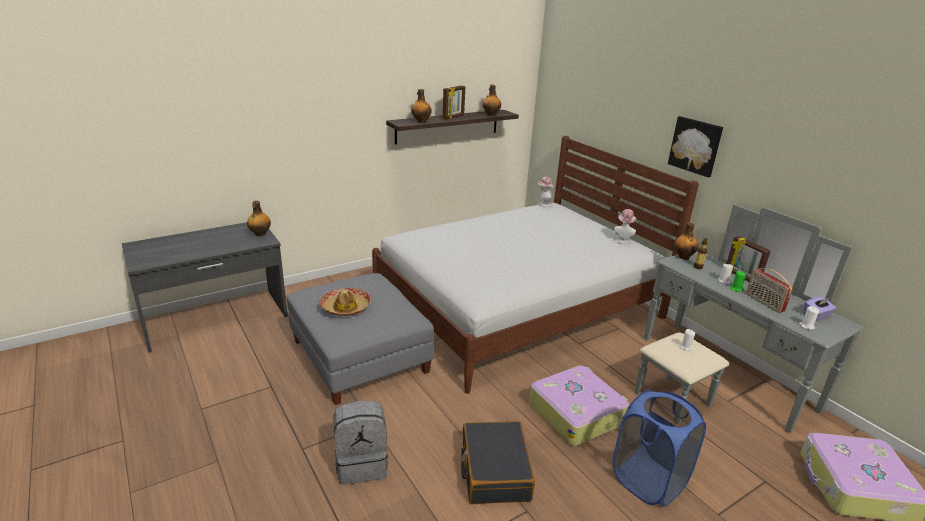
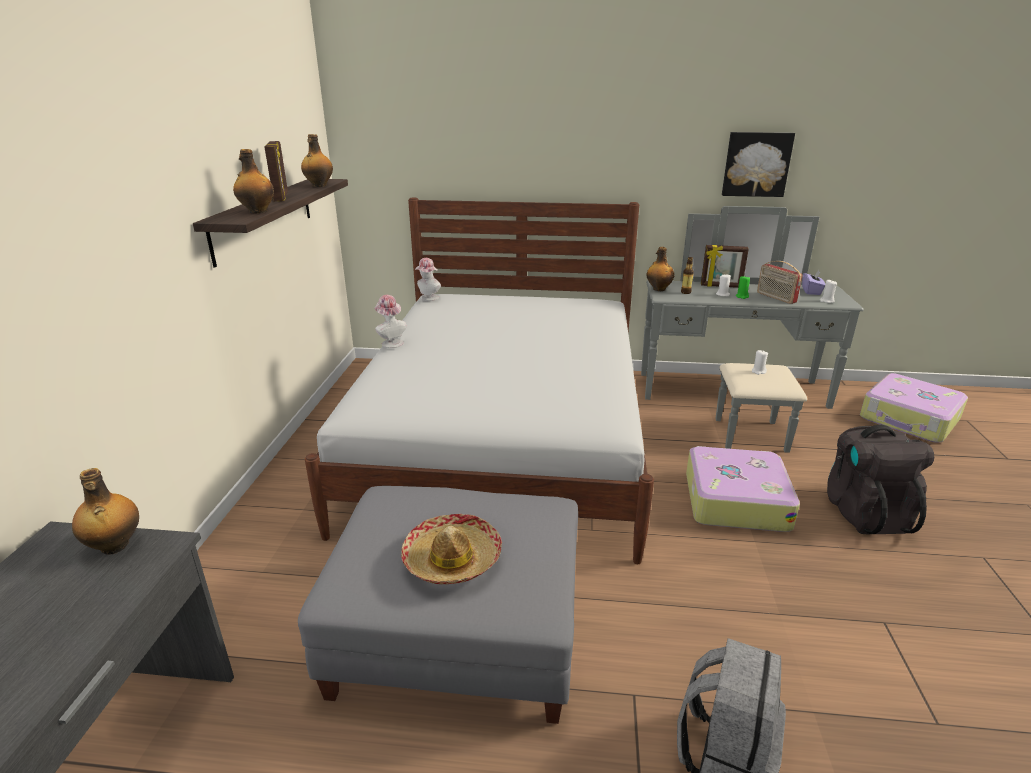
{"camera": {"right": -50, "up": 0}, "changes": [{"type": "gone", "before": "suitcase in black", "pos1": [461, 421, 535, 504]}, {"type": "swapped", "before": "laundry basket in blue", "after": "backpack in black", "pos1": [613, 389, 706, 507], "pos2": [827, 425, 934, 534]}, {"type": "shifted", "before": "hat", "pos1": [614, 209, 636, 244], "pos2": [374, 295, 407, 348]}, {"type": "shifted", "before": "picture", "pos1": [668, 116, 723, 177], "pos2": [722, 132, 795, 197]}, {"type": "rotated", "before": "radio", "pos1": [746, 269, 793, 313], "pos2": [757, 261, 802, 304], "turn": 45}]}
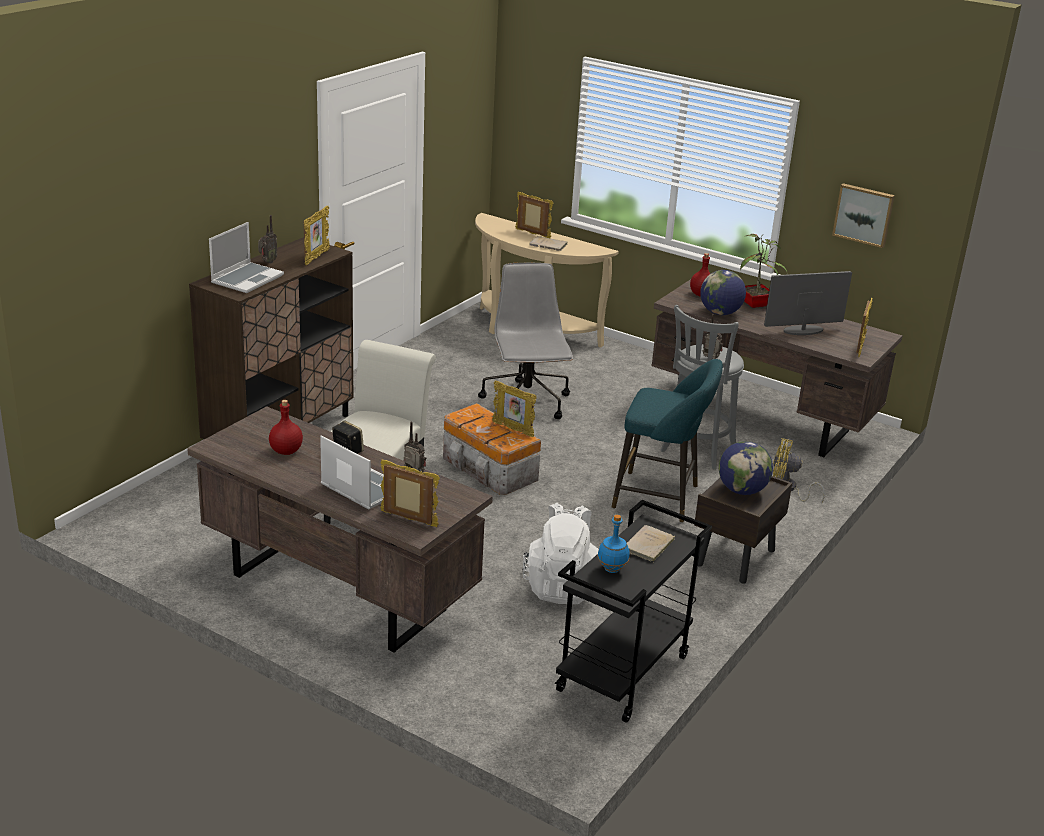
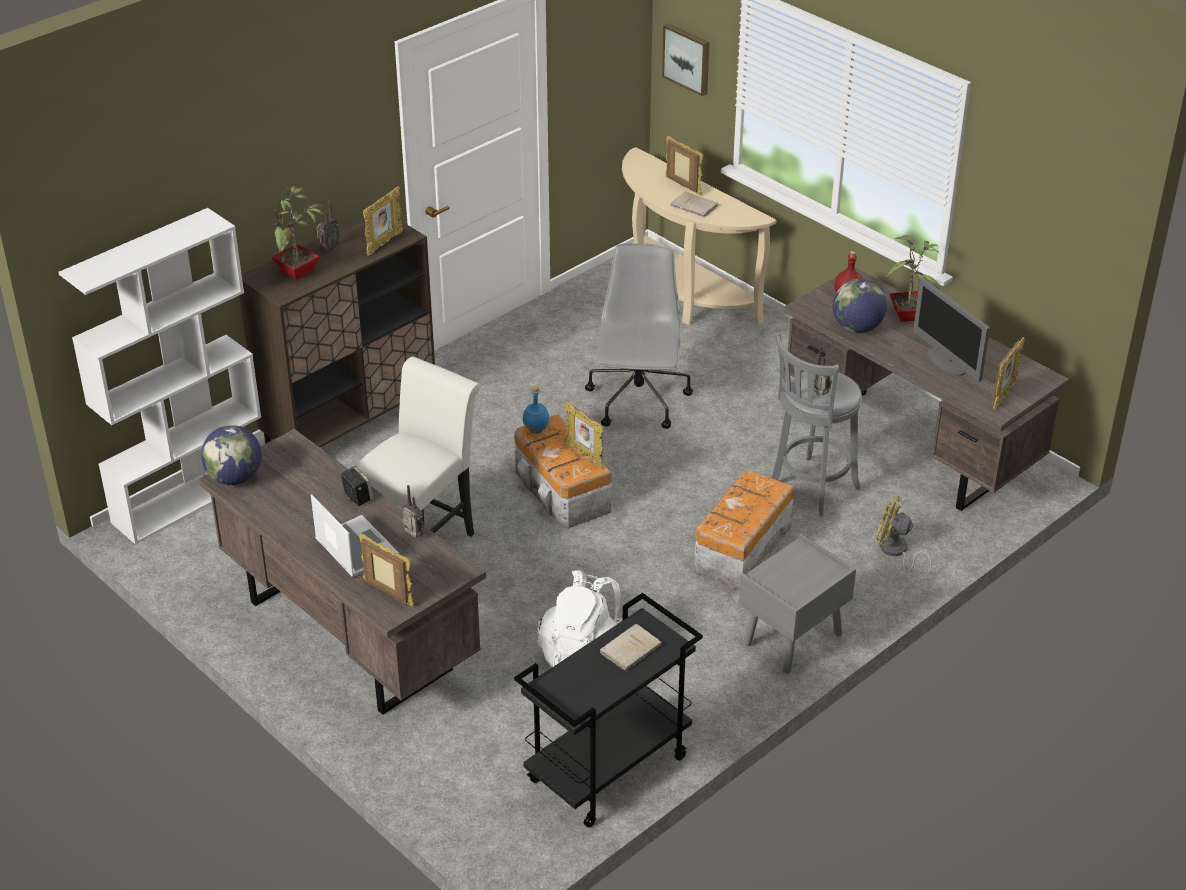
{"camera": {"right": 15, "up": 10}, "changes": [{"type": "swapped", "before": "laptop", "after": "potted plant", "pos1": [209, 222, 284, 293], "pos2": [269, 186, 324, 280]}, {"type": "gone", "before": "bottle in red", "pos1": [269, 400, 303, 455]}, {"type": "shifted", "before": "bottle in blue", "pos1": [597, 515, 630, 573], "pos2": [523, 386, 550, 434]}, {"type": "swapped", "before": "stool in turquoise", "after": "storage box", "pos1": [612, 359, 723, 523], "pos2": [694, 471, 795, 590]}, {"type": "repainted", "before": "nightstand in brown", "after": "nightstand in grey", "pos1": [694, 476, 792, 584], "pos2": [739, 534, 856, 674]}, {"type": "shifted", "before": "globe", "pos1": [719, 441, 773, 495], "pos2": [201, 425, 262, 485]}, {"type": "rotated", "before": "monitor", "pos1": [764, 271, 852, 335], "pos2": [913, 278, 990, 382], "turn": -120}, {"type": "shifted", "before": "picture", "pos1": [832, 183, 895, 248], "pos2": [662, 23, 709, 96]}, {"type": "new", "after": "bookcase in white", "pos2": [59, 208, 261, 544]}]}
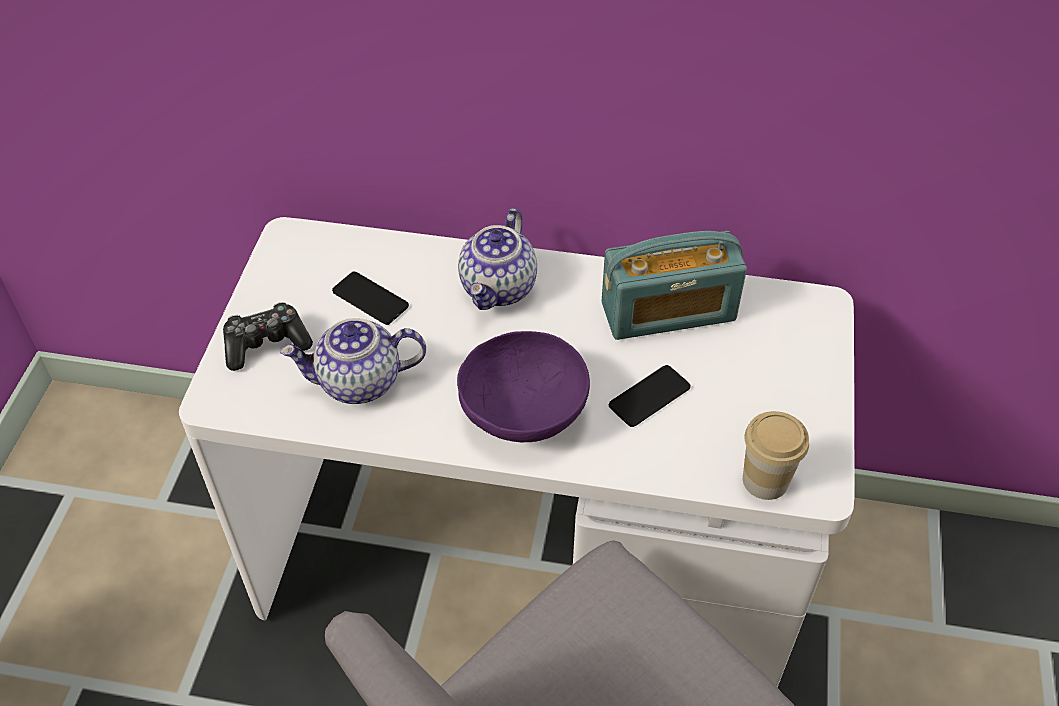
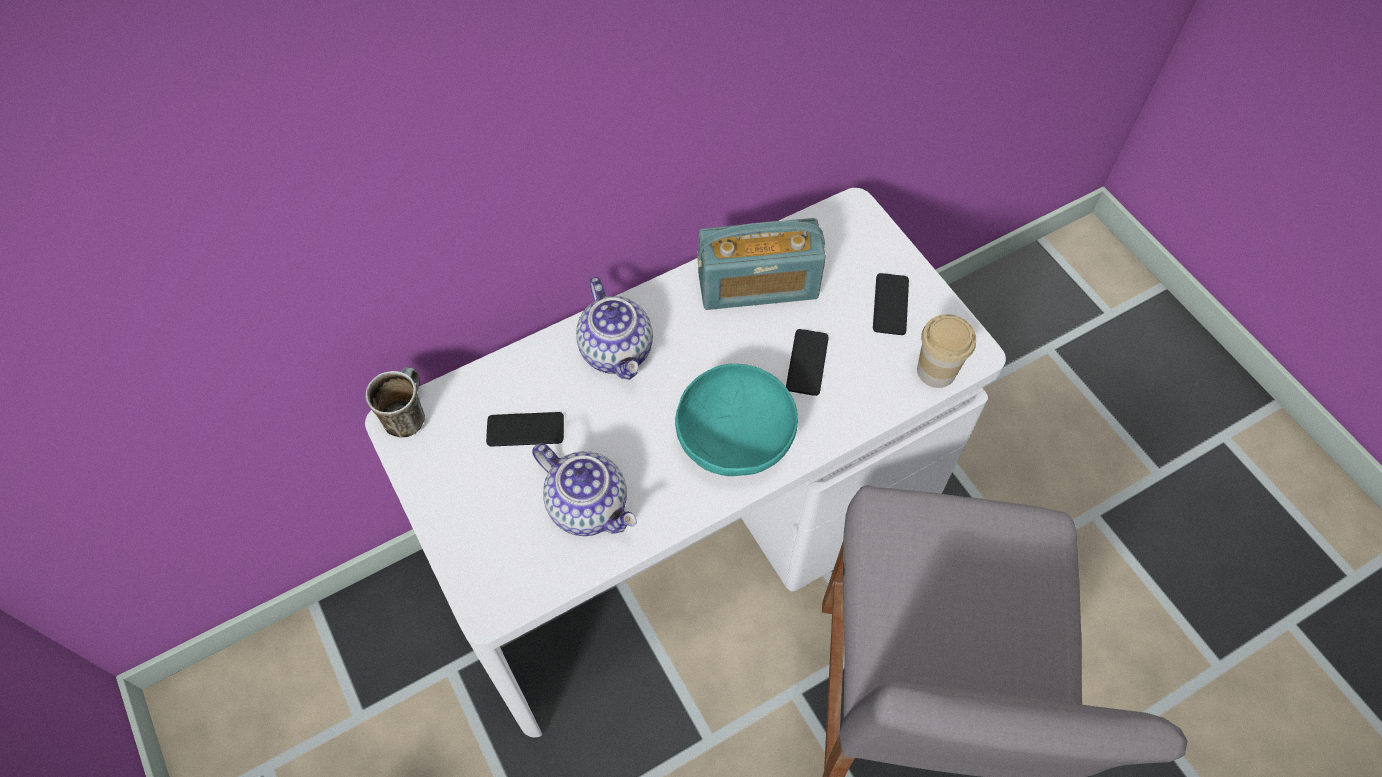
{"camera": {"right": -40, "up": 10}, "changes": [{"type": "gone", "before": "game controller", "pos1": [223, 302, 313, 371]}, {"type": "rotated", "before": "teapot", "pos1": [280, 318, 426, 404], "pos2": [532, 443, 637, 536], "turn": -90}, {"type": "repainted", "before": "bowl in purple", "after": "bowl in turquoise", "pos1": [457, 331, 590, 442], "pos2": [675, 364, 798, 476]}, {"type": "rotated", "before": "radio", "pos1": [602, 231, 747, 340], "pos2": [697, 218, 826, 310], "turn": 45}, {"type": "new", "after": "mug", "pos2": [366, 367, 425, 438]}, {"type": "new", "after": "phone", "pos2": [873, 273, 909, 335]}]}
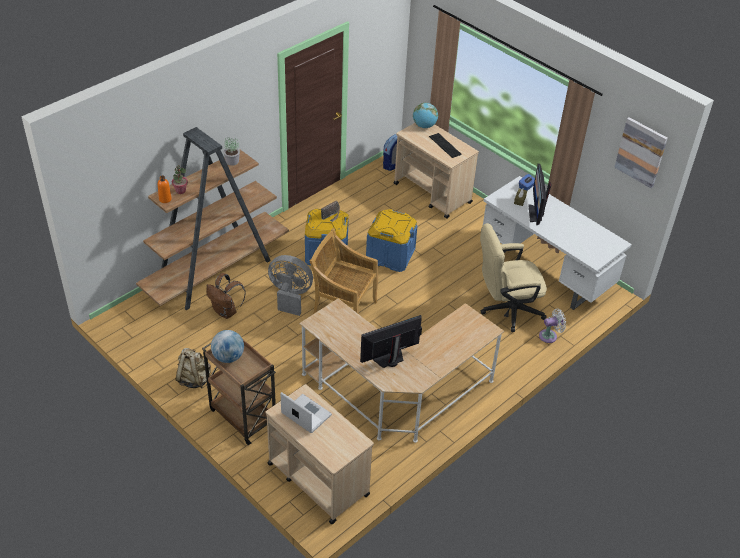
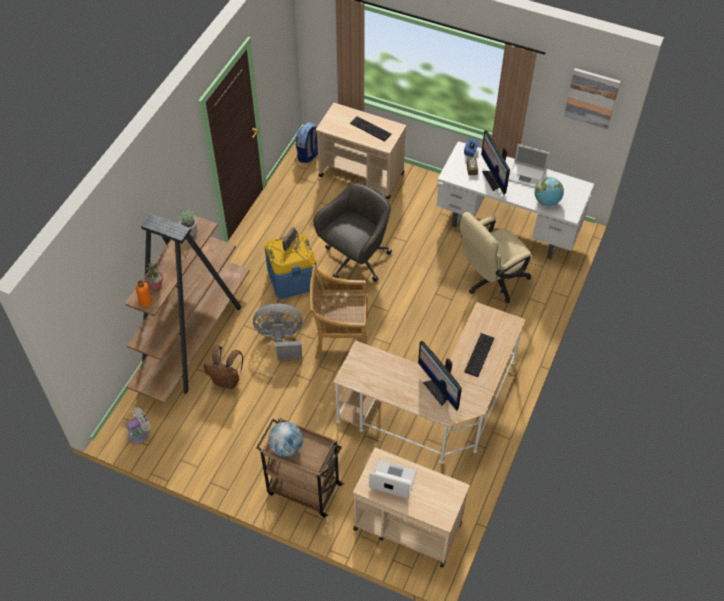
{"camera": {"right": -20, "up": 10}, "changes": [{"type": "gone", "before": "backpack in beige", "pos1": [176, 348, 211, 388]}, {"type": "rotated", "before": "monitor", "pos1": [360, 315, 422, 368], "pos2": [418, 341, 462, 411], "turn": -75}, {"type": "swapped", "before": "storage box in blue", "after": "office chair in grey", "pos1": [366, 209, 417, 272], "pos2": [313, 183, 392, 282]}, {"type": "shifted", "before": "globe", "pos1": [413, 103, 438, 128], "pos2": [534, 177, 564, 206]}, {"type": "shifted", "before": "fan in white", "pos1": [539, 309, 566, 343], "pos2": [126, 407, 151, 444]}, {"type": "new", "after": "keyboard", "pos2": [464, 333, 494, 377]}, {"type": "new", "after": "laptop", "pos2": [508, 144, 550, 188]}]}
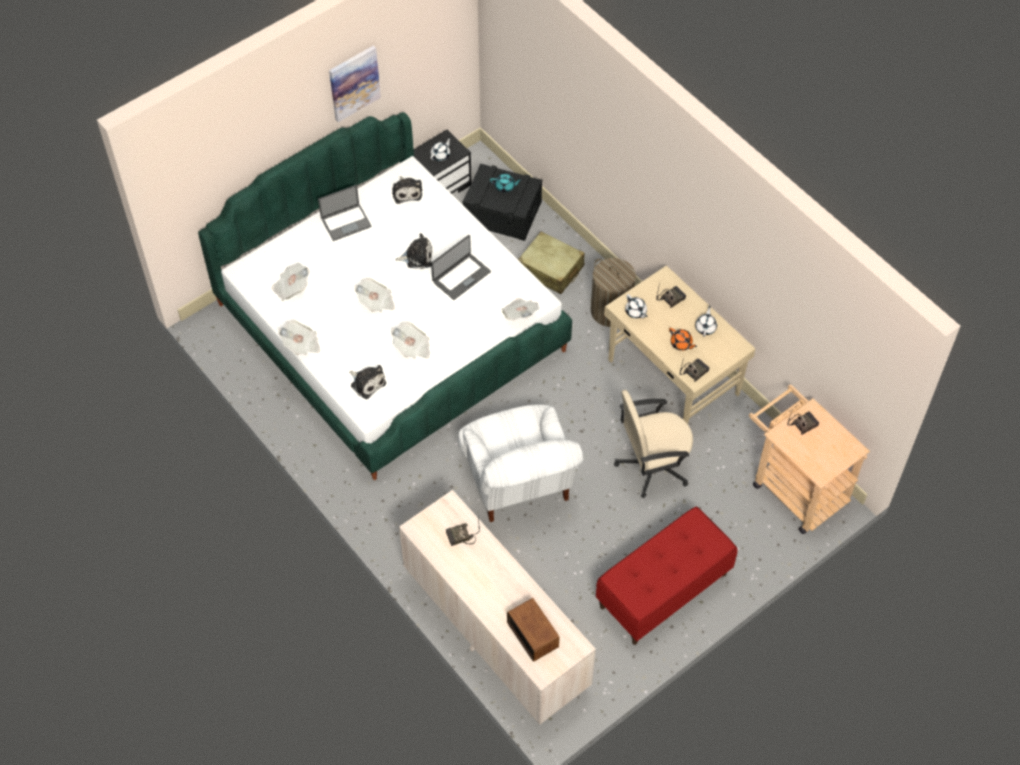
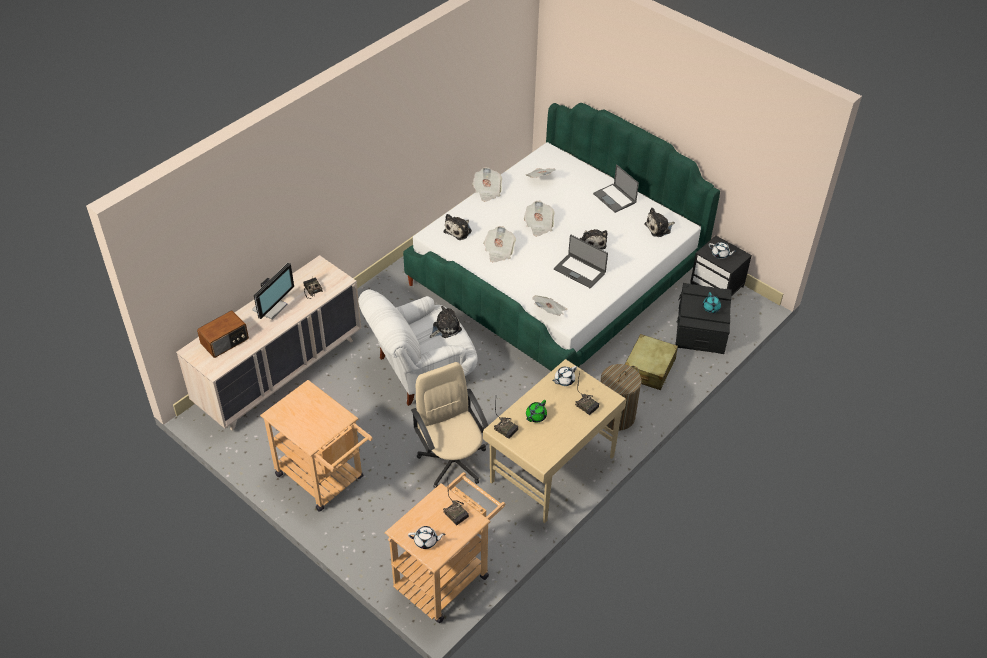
{"camera": {"right": 80, "up": -10}, "changes": [{"type": "gone", "before": "picture", "pos1": [329, 45, 381, 122]}, {"type": "swapped", "before": "bench in red", "after": "cart in beige", "pos1": [596, 506, 738, 645], "pos2": [260, 380, 373, 512]}, {"type": "repainted", "before": "teapot in orange", "after": "teapot in green", "pos1": [669, 328, 697, 351], "pos2": [526, 400, 547, 423]}, {"type": "shifted", "before": "teapot in white", "pos1": [695, 305, 717, 337], "pos2": [408, 526, 445, 549]}, {"type": "new", "after": "monitor", "pos2": [252, 263, 294, 320]}, {"type": "new", "after": "plush toy", "pos2": [430, 306, 462, 338]}]}
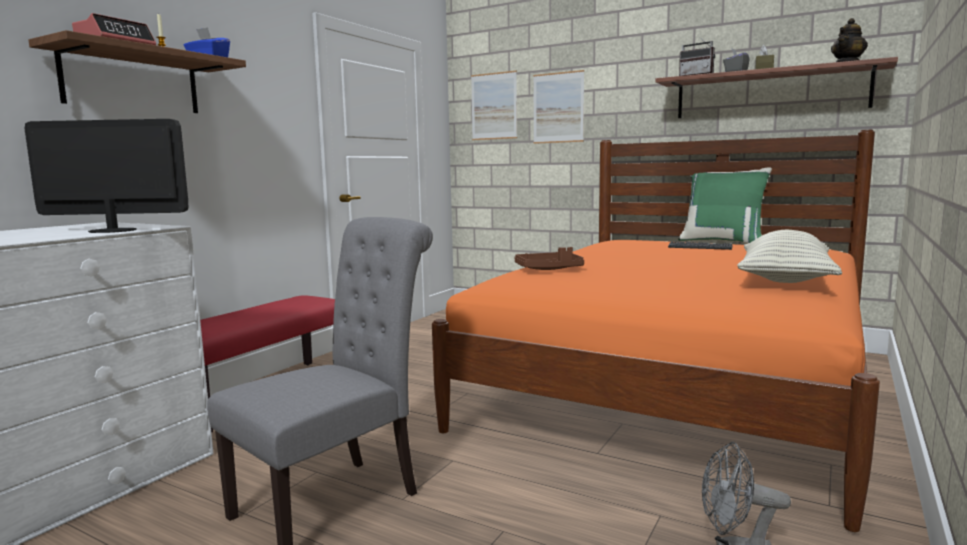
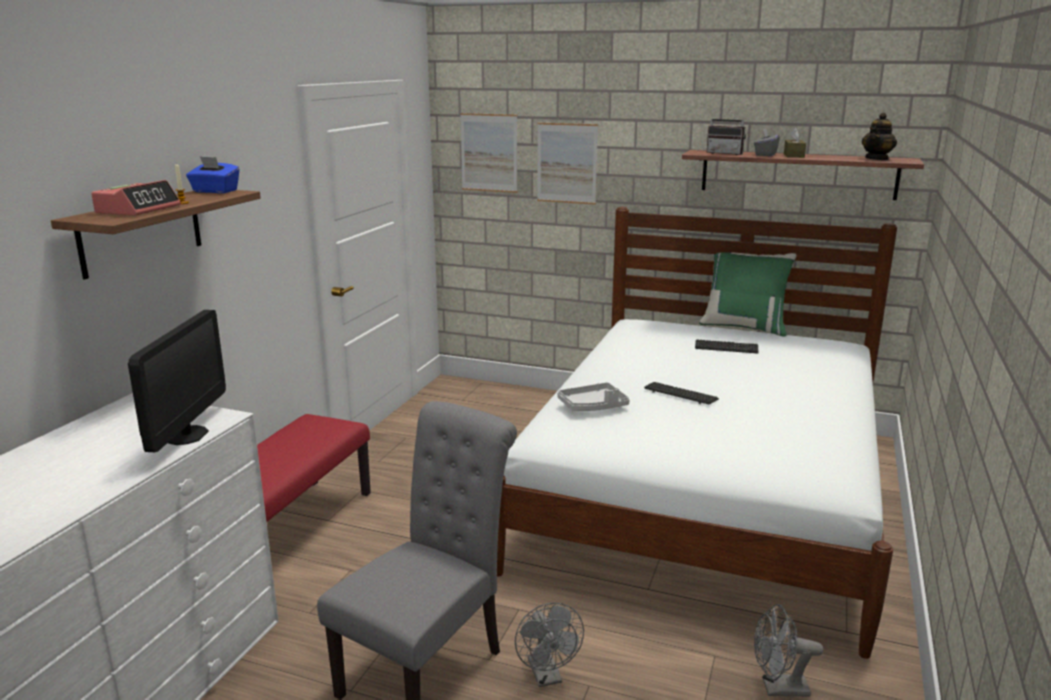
{"camera": {"right": -10, "up": 10}, "changes": [{"type": "rotated", "before": "monitor", "pos1": [24, 119, 188, 233], "pos2": [128, 310, 226, 452], "turn": 105}, {"type": "repainted", "before": "bed in orange", "after": "bed in white", "pos1": [432, 130, 880, 532], "pos2": [497, 207, 897, 659]}, {"type": "repainted", "before": "tray in brown", "after": "tray in grey", "pos1": [515, 247, 584, 270], "pos2": [557, 382, 630, 411]}, {"type": "gone", "before": "pillow", "pos1": [737, 230, 842, 283]}, {"type": "new", "after": "fan in grey", "pos2": [515, 603, 584, 687]}, {"type": "new", "after": "keyboard", "pos2": [644, 382, 719, 405]}]}
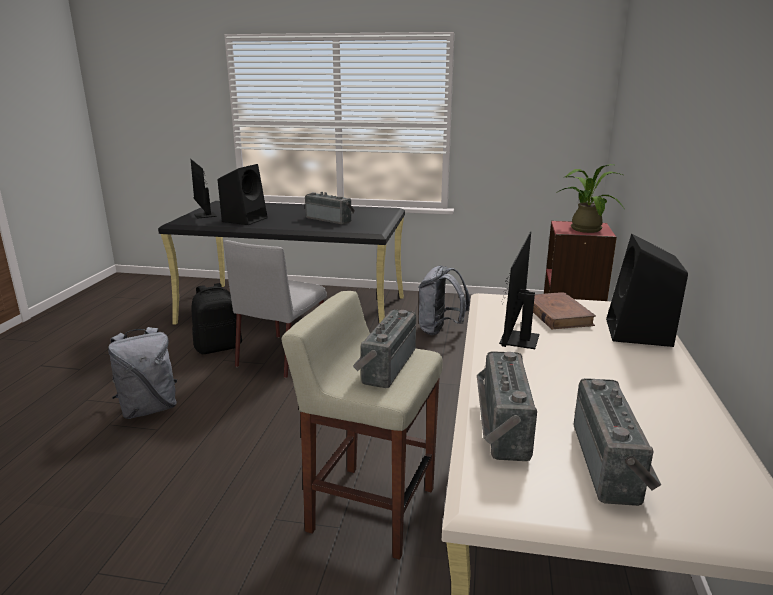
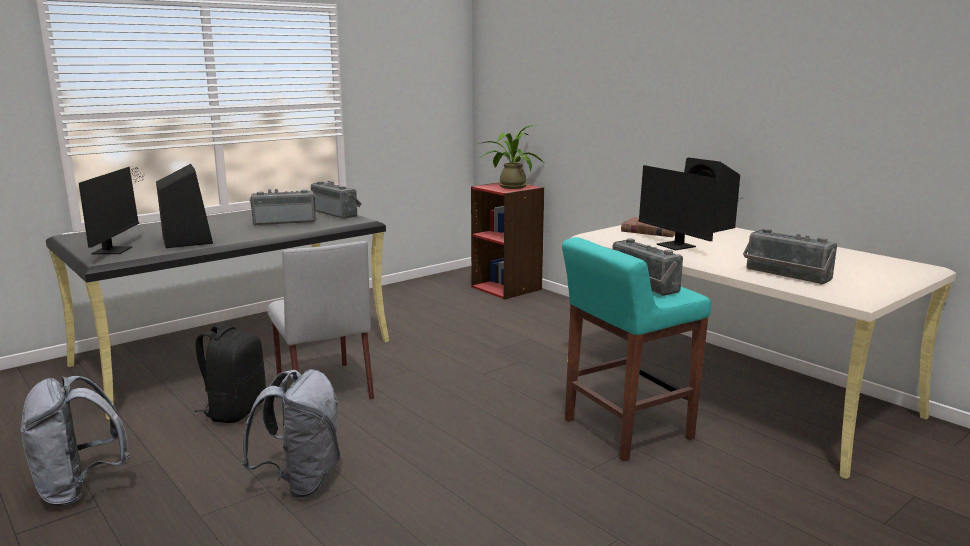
{"camera": {"right": -50, "up": -5}, "changes": [{"type": "rotated", "before": "monitor", "pos1": [191, 159, 217, 219], "pos2": [79, 167, 145, 254], "turn": -105}, {"type": "repainted", "before": "stool in beige", "after": "stool in turquoise", "pos1": [282, 291, 443, 560], "pos2": [562, 237, 711, 461]}, {"type": "shifted", "before": "backpack in grey", "pos1": [418, 266, 470, 335], "pos2": [20, 376, 130, 506]}, {"type": "shifted", "before": "radio", "pos1": [573, 378, 661, 506], "pos2": [311, 181, 362, 219]}]}
